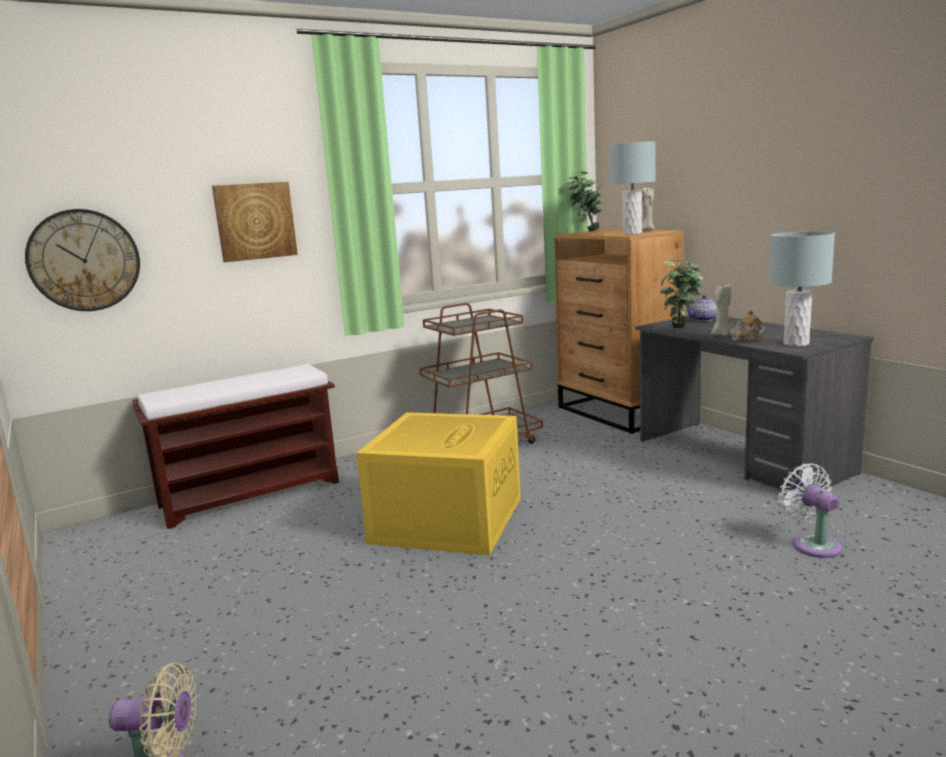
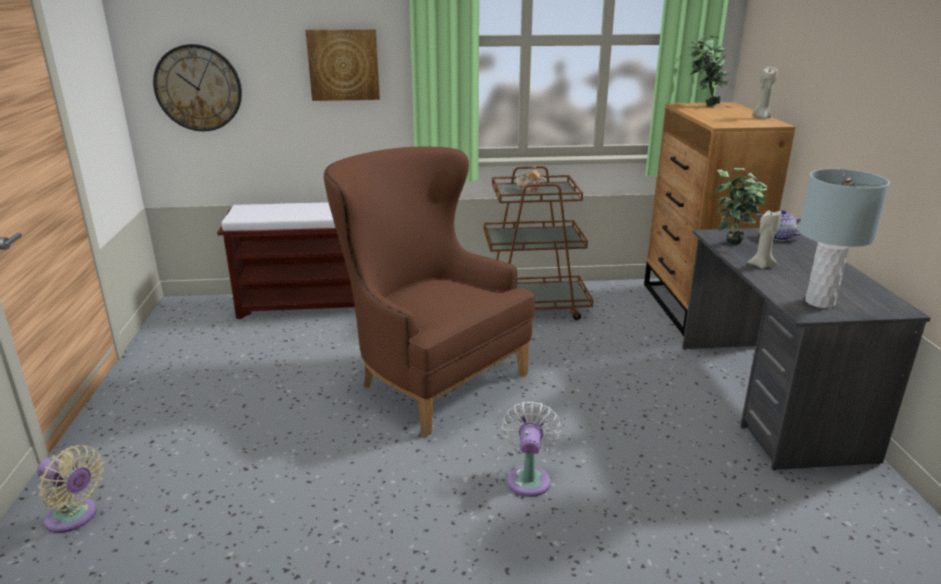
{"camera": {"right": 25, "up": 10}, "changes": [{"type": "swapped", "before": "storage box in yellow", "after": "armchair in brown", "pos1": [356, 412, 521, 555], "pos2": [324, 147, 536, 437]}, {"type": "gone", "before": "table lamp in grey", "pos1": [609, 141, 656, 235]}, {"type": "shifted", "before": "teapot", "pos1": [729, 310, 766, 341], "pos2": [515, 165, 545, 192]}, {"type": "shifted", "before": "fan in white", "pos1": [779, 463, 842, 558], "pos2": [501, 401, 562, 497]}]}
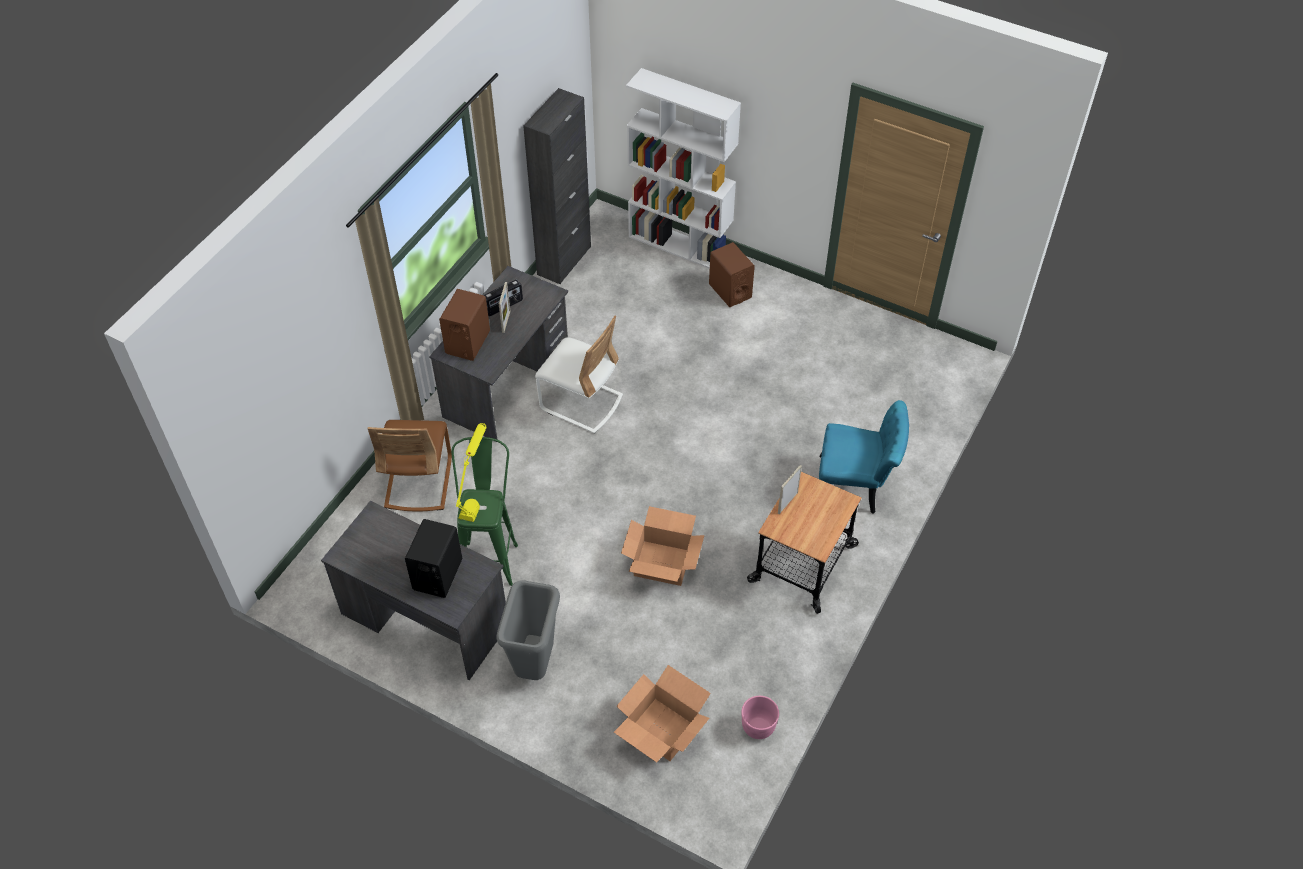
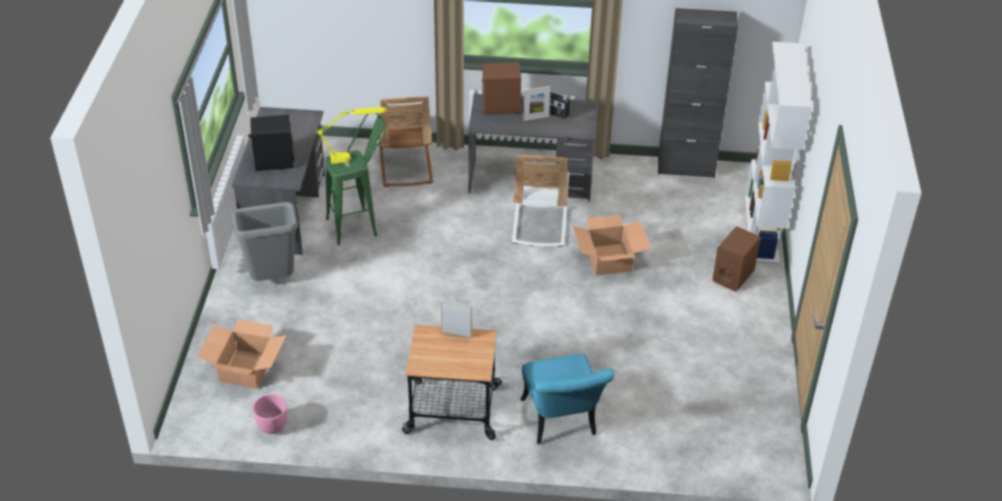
{"camera": {"right": 65, "up": -10}, "changes": [{"type": "rotated", "before": "chair in brown", "pos1": [368, 420, 452, 512], "pos2": [379, 96, 433, 187], "turn": -75}, {"type": "shifted", "before": "cardboard box", "pos1": [621, 506, 705, 586], "pos2": [573, 215, 651, 275]}]}
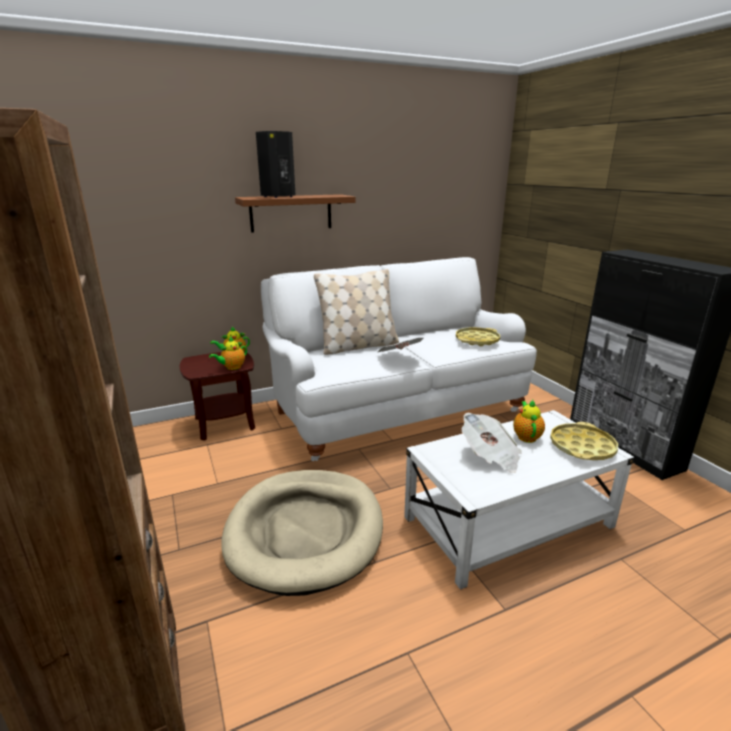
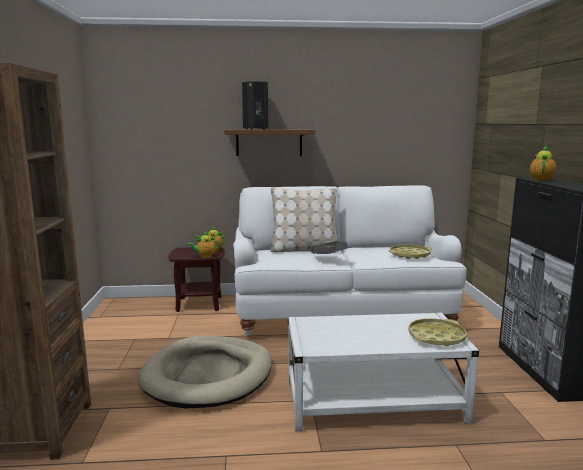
{"camera": {"right": 20, "up": -10}, "changes": [{"type": "gone", "before": "newspaper", "pos1": [462, 413, 522, 473]}, {"type": "shifted", "before": "teapot", "pos1": [513, 400, 545, 443], "pos2": [530, 145, 557, 181]}]}
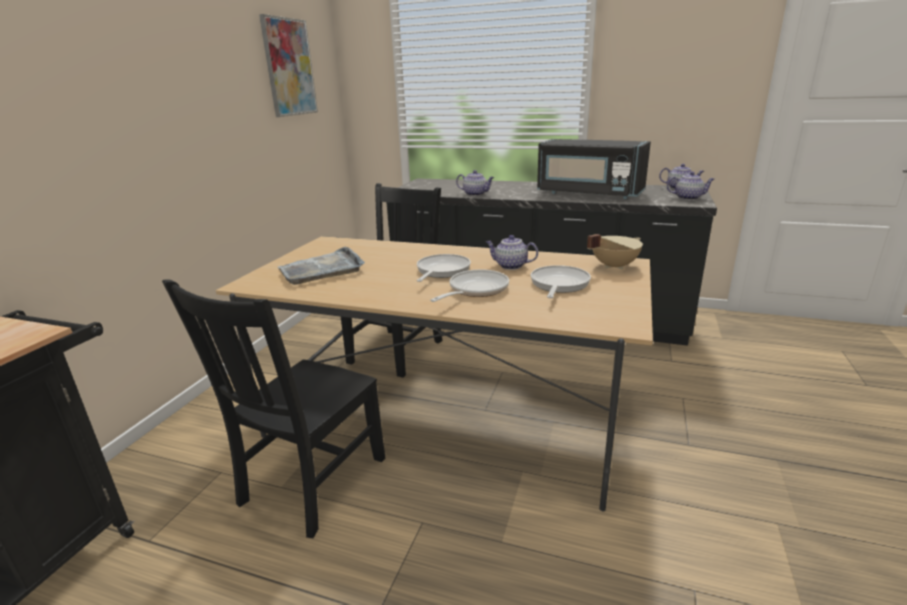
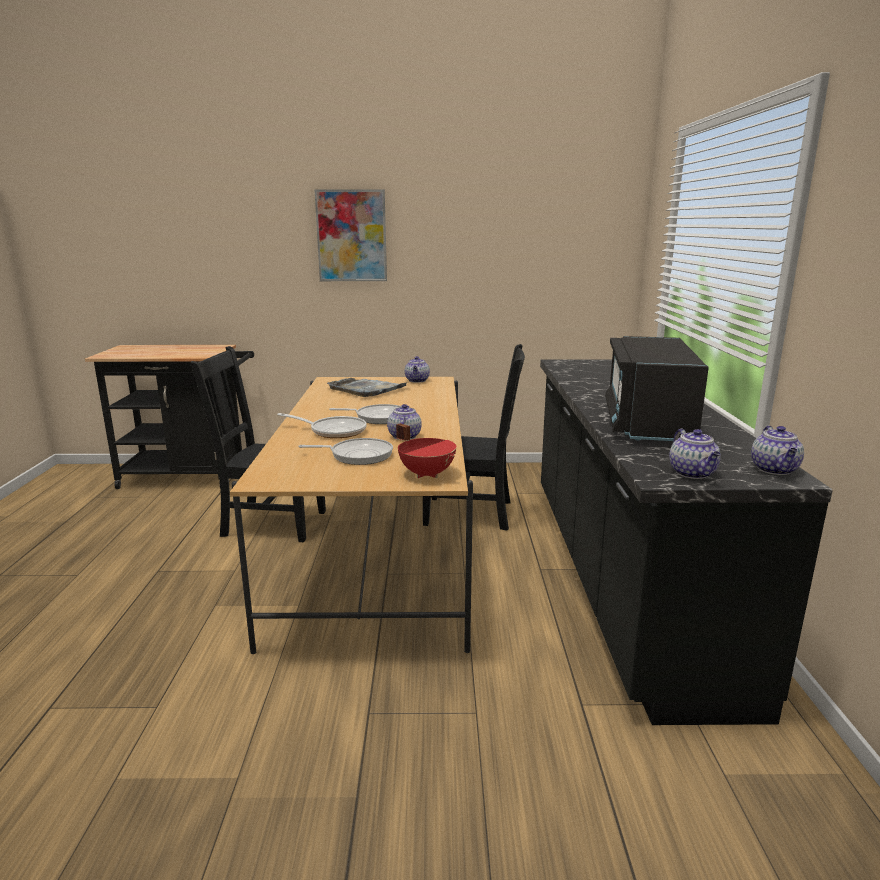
{"camera": {"right": 70, "up": -5}, "changes": [{"type": "shifted", "before": "picture", "pos1": [259, 14, 318, 117], "pos2": [314, 189, 387, 281]}, {"type": "shifted", "before": "teapot", "pos1": [456, 170, 494, 196], "pos2": [405, 356, 430, 383]}, {"type": "repainted", "before": "cooking pot in beige", "after": "cooking pot in red", "pos1": [587, 234, 643, 270], "pos2": [396, 423, 457, 478]}]}
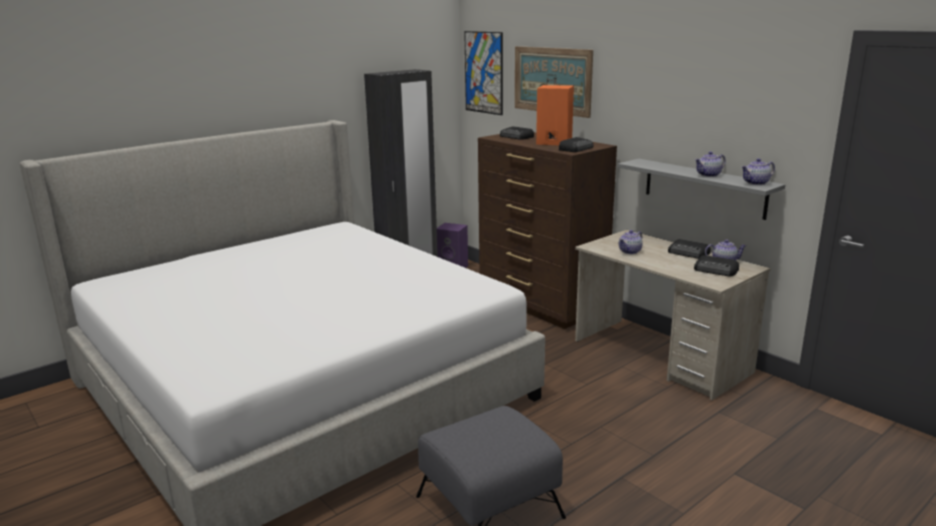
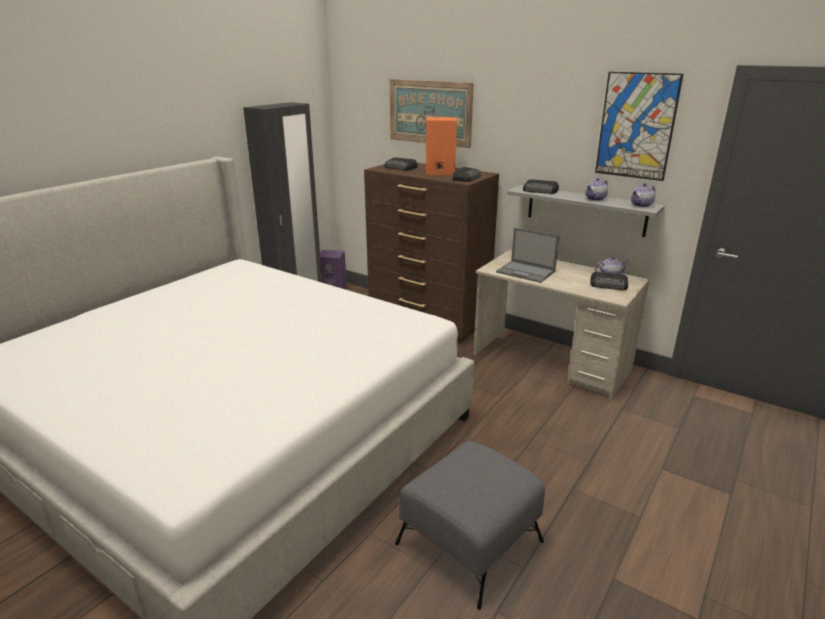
{"camera": {"right": -15, "up": 5}, "changes": [{"type": "shifted", "before": "picture", "pos1": [464, 31, 503, 115], "pos2": [595, 72, 683, 181]}, {"type": "swapped", "before": "teapot", "after": "laptop", "pos1": [619, 230, 643, 254], "pos2": [496, 228, 559, 283]}, {"type": "shifted", "before": "radio", "pos1": [668, 239, 711, 259], "pos2": [523, 179, 559, 194]}]}
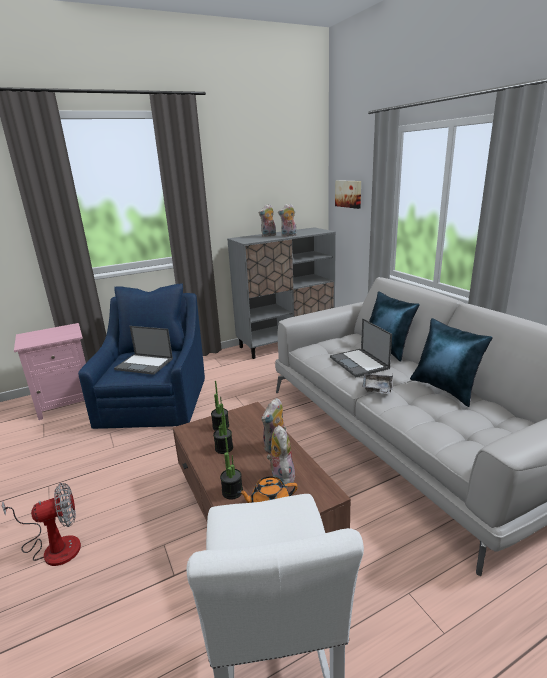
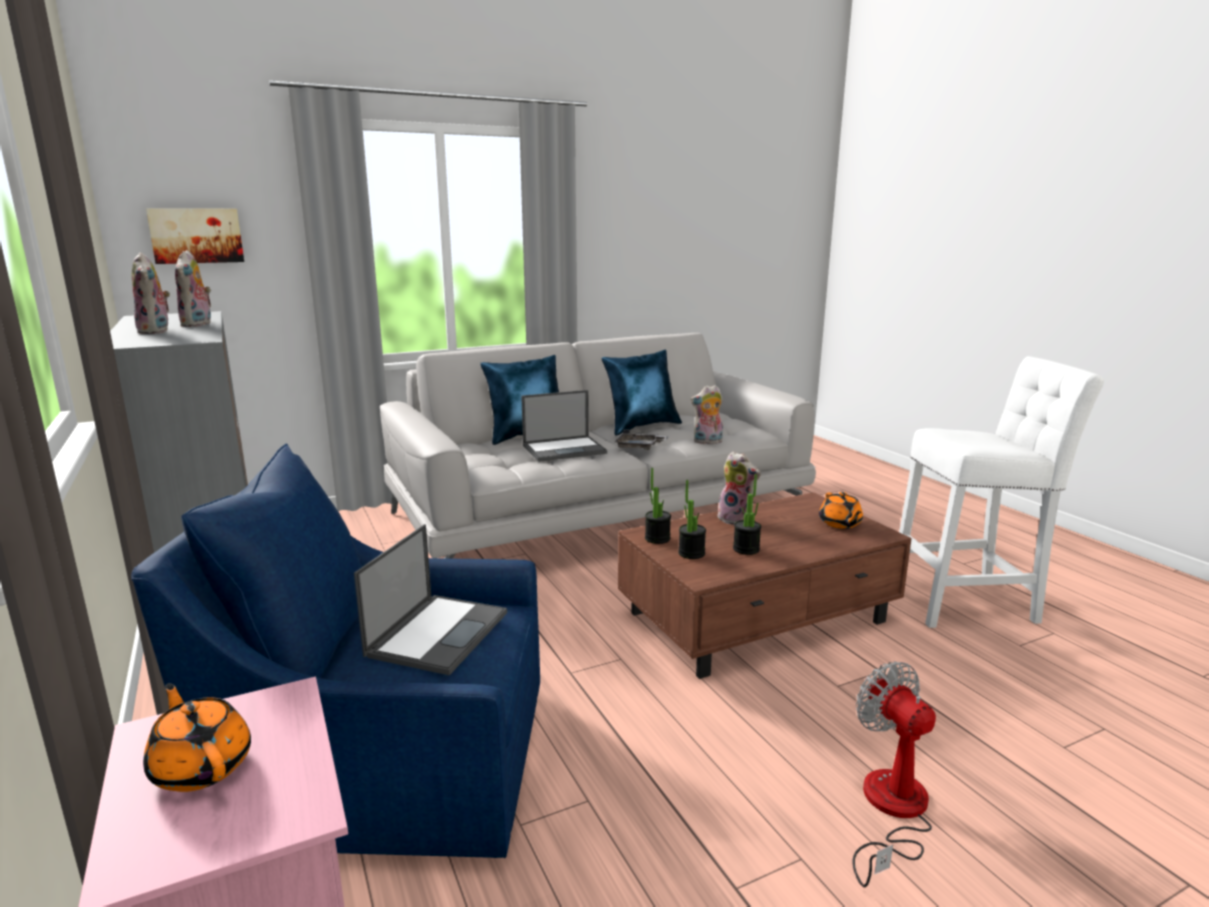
{"camera": {"right": -90, "up": -5}, "changes": [{"type": "shifted", "before": "potted plant", "pos1": [220, 437, 243, 500], "pos2": [645, 468, 671, 544]}, {"type": "shifted", "before": "plush toy", "pos1": [267, 425, 297, 484], "pos2": [690, 385, 723, 444]}, {"type": "new", "after": "teapot in orange", "pos2": [143, 683, 251, 792]}]}
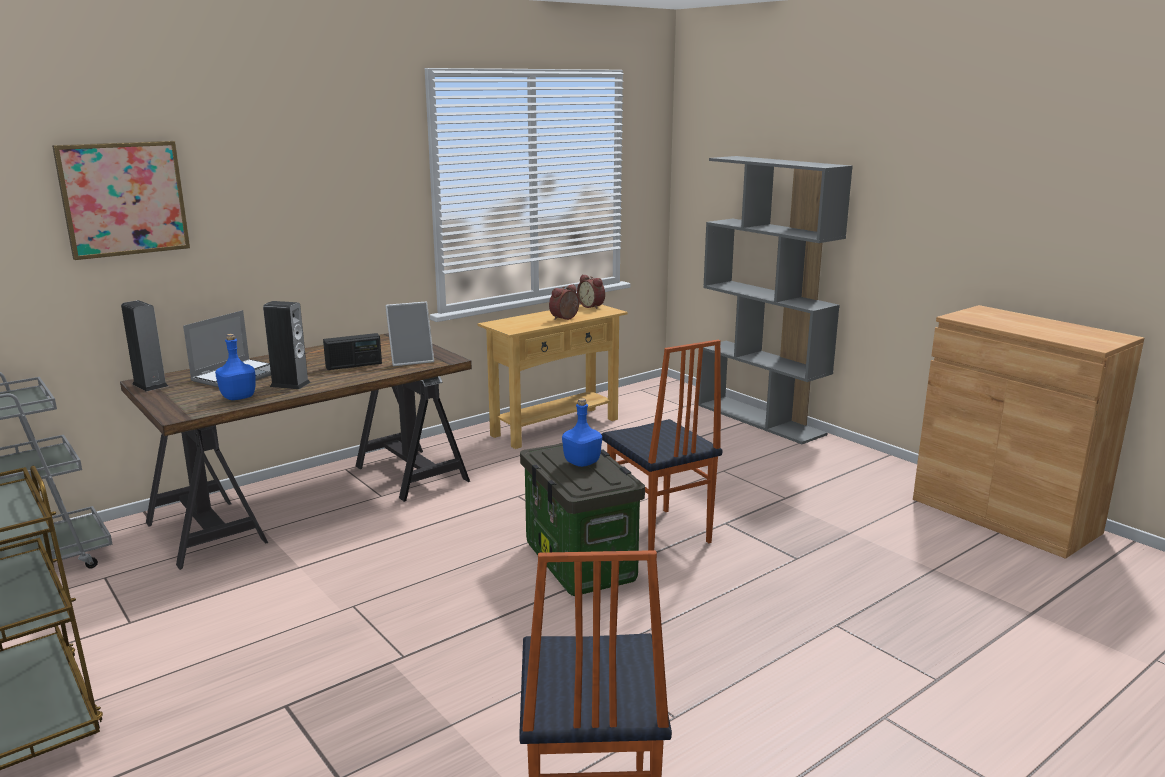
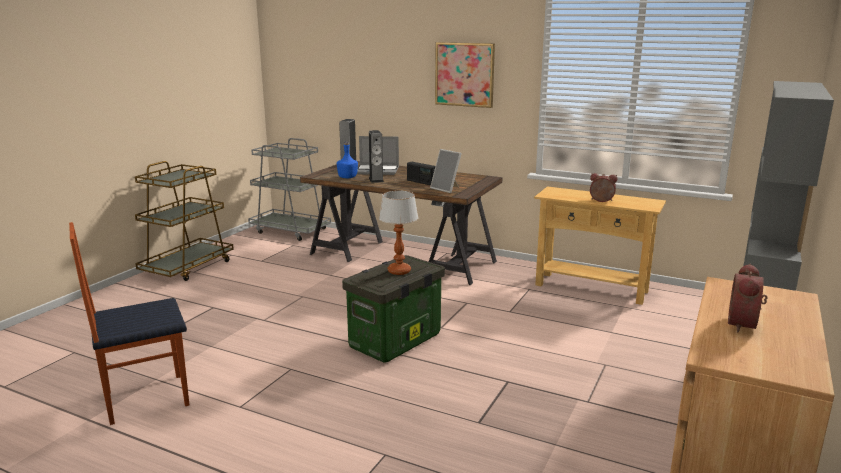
{"camera": {"right": 65, "up": 0}, "changes": [{"type": "shifted", "before": "picture", "pos1": [52, 141, 190, 260], "pos2": [435, 42, 495, 108]}, {"type": "swapped", "before": "bottle in blue", "after": "table lamp", "pos1": [562, 398, 602, 467], "pos2": [379, 191, 418, 275]}, {"type": "shifted", "before": "alarm clock", "pos1": [577, 274, 605, 309], "pos2": [728, 264, 768, 333]}, {"type": "gone", "before": "chair", "pos1": [601, 339, 722, 550]}]}
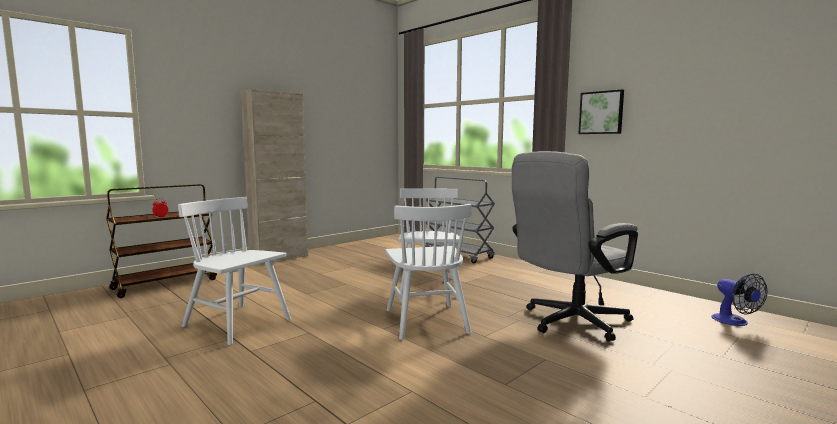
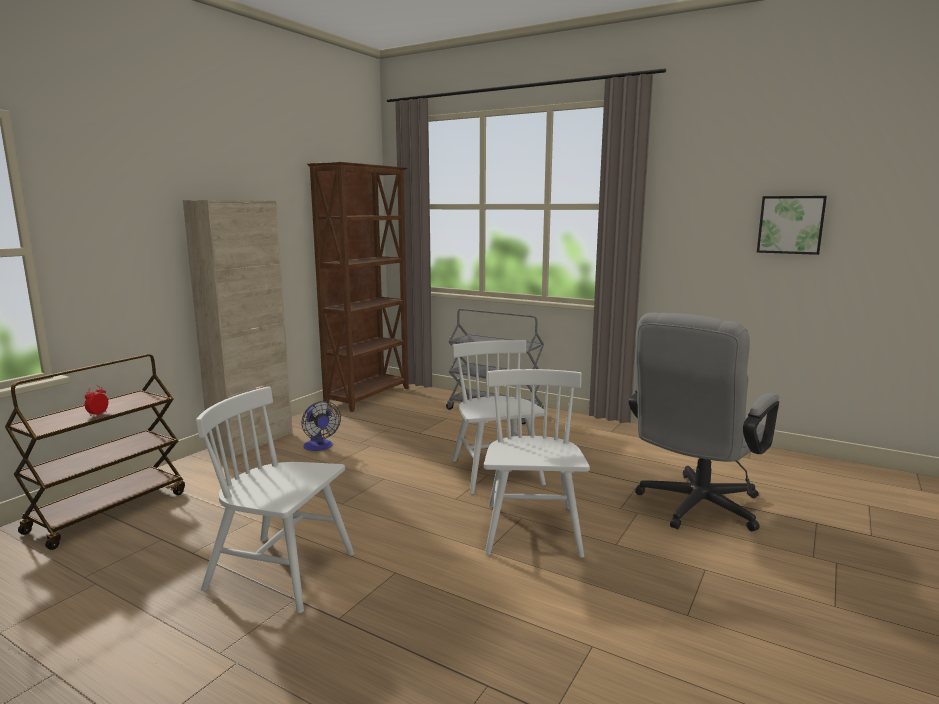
{"camera": {"right": -15, "up": 5}, "changes": [{"type": "rotated", "before": "chair in white", "pos1": [385, 204, 472, 340], "pos2": [484, 369, 590, 558], "turn": -150}, {"type": "shifted", "before": "picture", "pos1": [578, 89, 624, 134], "pos2": [757, 196, 827, 255]}, {"type": "shifted", "before": "fan", "pos1": [711, 274, 768, 326], "pos2": [301, 401, 341, 451]}, {"type": "new", "after": "bookcase in brown", "pos2": [307, 162, 409, 412]}]}
